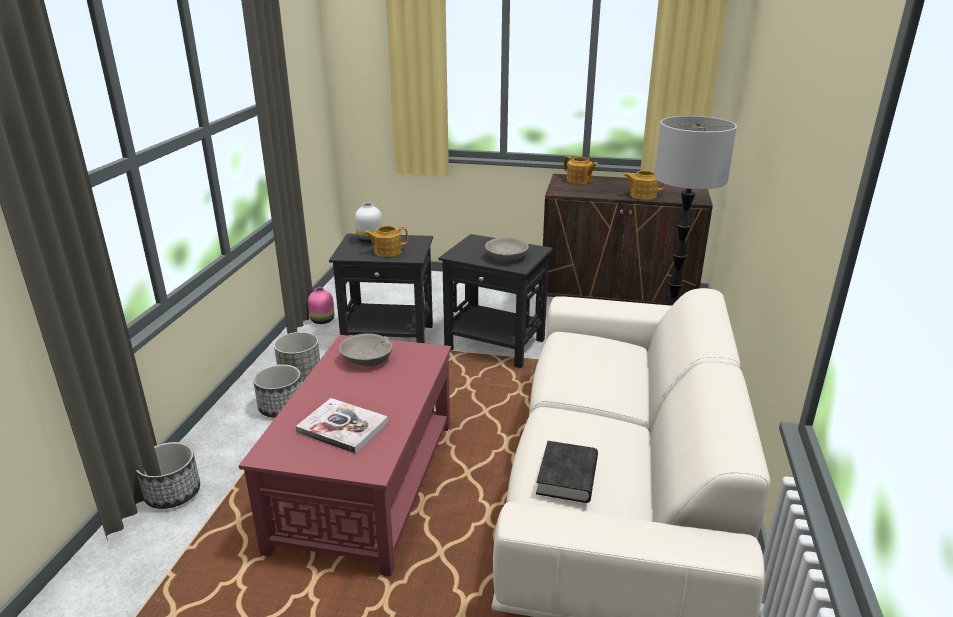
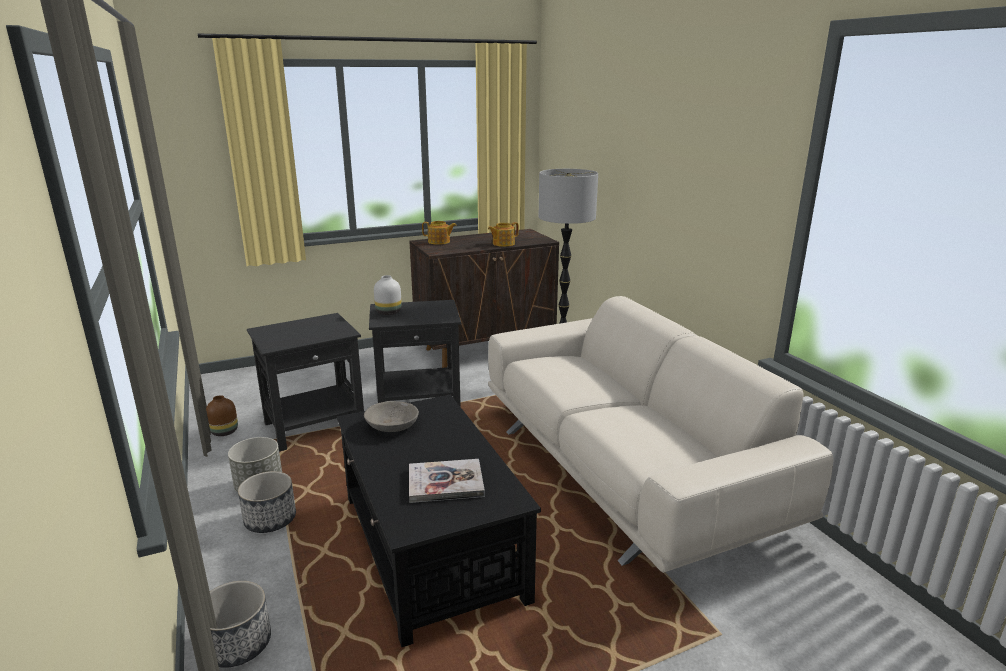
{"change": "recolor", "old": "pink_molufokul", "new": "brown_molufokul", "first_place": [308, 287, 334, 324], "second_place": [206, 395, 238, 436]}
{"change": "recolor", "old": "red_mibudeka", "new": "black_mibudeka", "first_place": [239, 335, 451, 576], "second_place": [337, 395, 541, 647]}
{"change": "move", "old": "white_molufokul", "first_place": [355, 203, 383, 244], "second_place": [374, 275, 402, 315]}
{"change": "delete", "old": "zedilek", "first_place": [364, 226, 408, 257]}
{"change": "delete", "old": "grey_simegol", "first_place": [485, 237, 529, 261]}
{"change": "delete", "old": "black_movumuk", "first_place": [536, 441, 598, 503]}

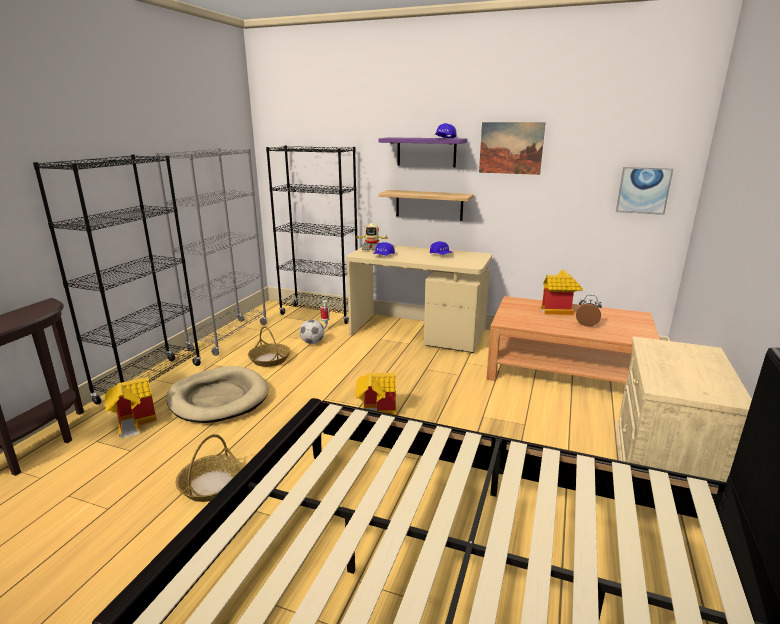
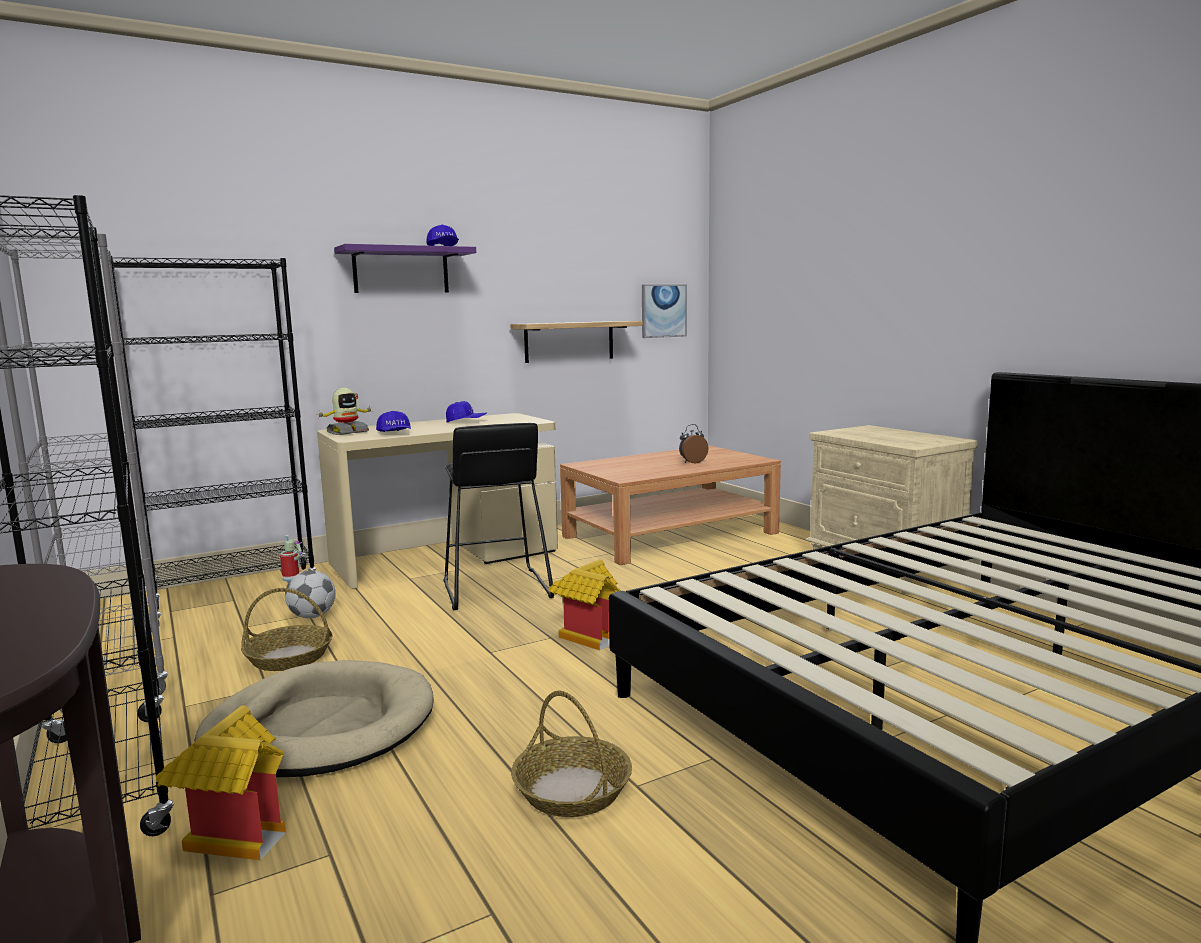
{"change": "insert", "new": "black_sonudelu", "second_place": [444, 423, 554, 610]}
{"change": "move", "old": "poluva", "first_place": [379, 190, 474, 221], "second_place": [510, 321, 643, 363]}
{"change": "delete", "old": "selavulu", "first_place": [479, 122, 546, 175]}
{"change": "delete", "old": "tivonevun", "first_place": [541, 270, 583, 315]}

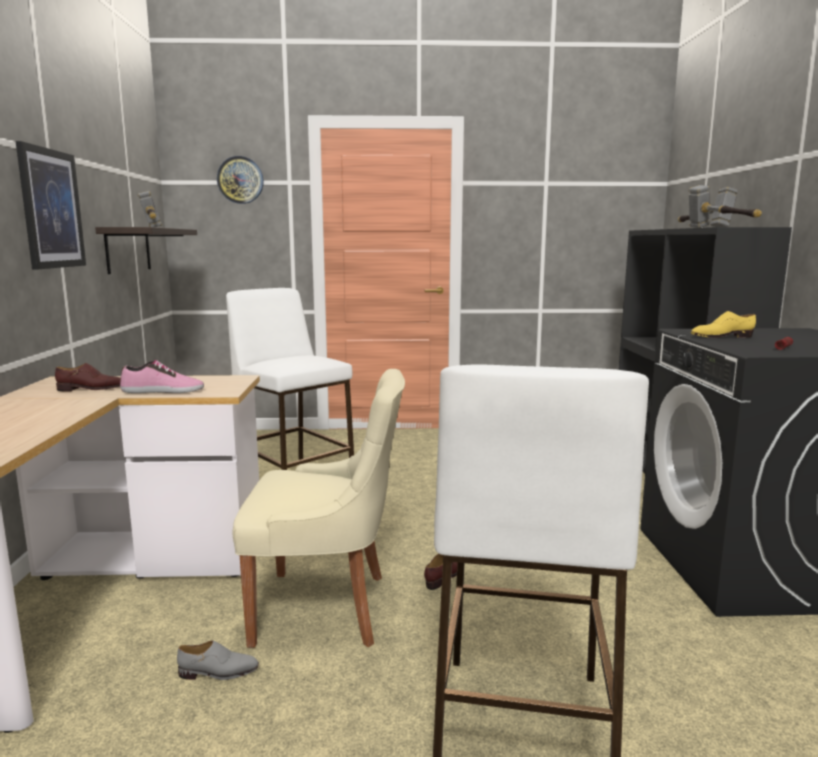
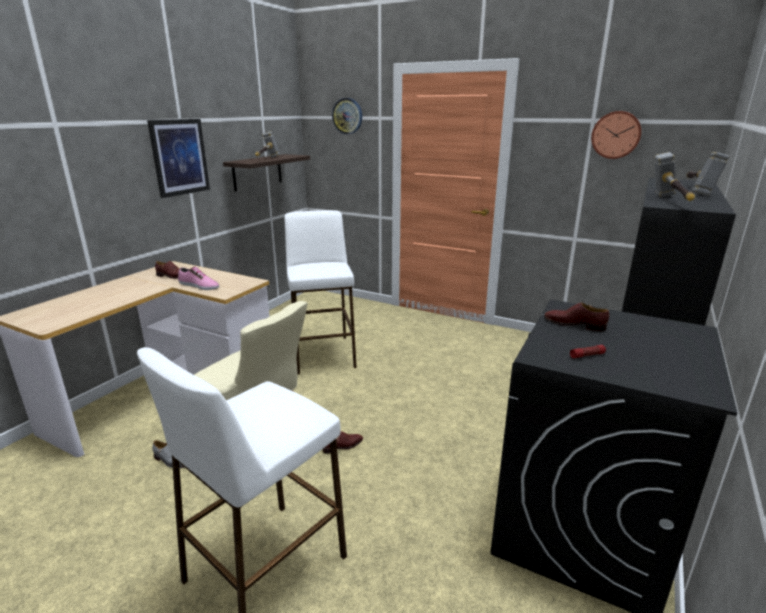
{"change": "recolor", "old": "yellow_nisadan", "new": "brown_nisadan", "first_place": [691, 311, 756, 338], "second_place": [544, 302, 609, 331]}
{"change": "insert", "new": "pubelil", "second_place": [591, 111, 642, 159]}

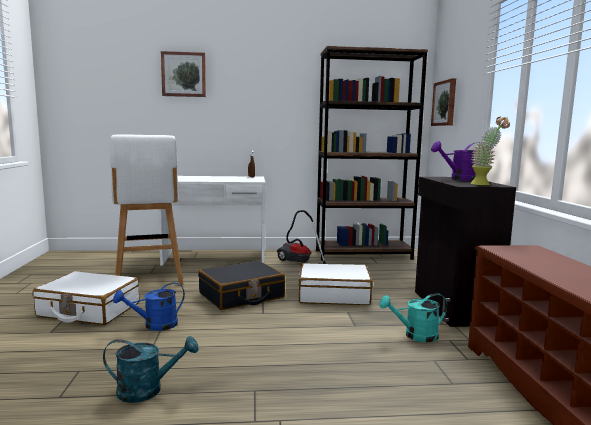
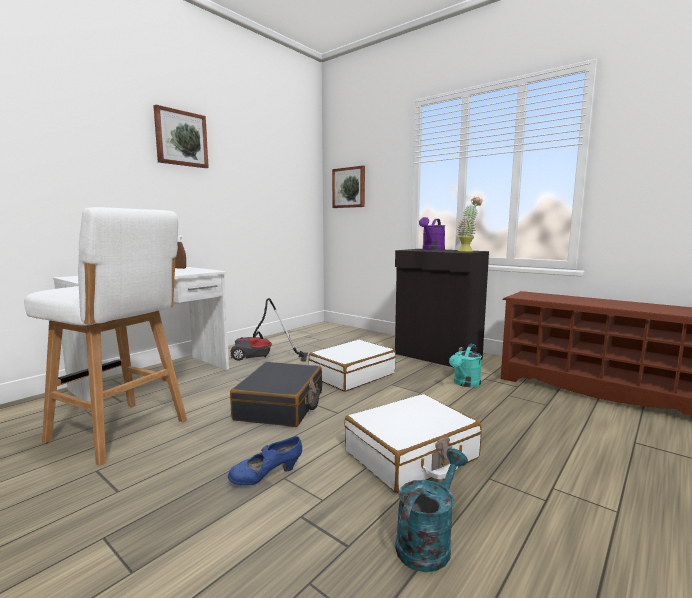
{"change": "move", "old": "selavulu", "first_place": [161, 51, 206, 97], "second_place": [153, 105, 209, 168]}
{"change": "replace", "old": "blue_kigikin", "new": "blue_nisadan", "first_place": [113, 282, 185, 331], "second_place": [228, 436, 302, 485]}
{"change": "move", "old": "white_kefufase", "first_place": [32, 271, 139, 325], "second_place": [344, 394, 482, 493]}
{"change": "delete", "old": "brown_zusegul", "first_place": [316, 46, 428, 260]}

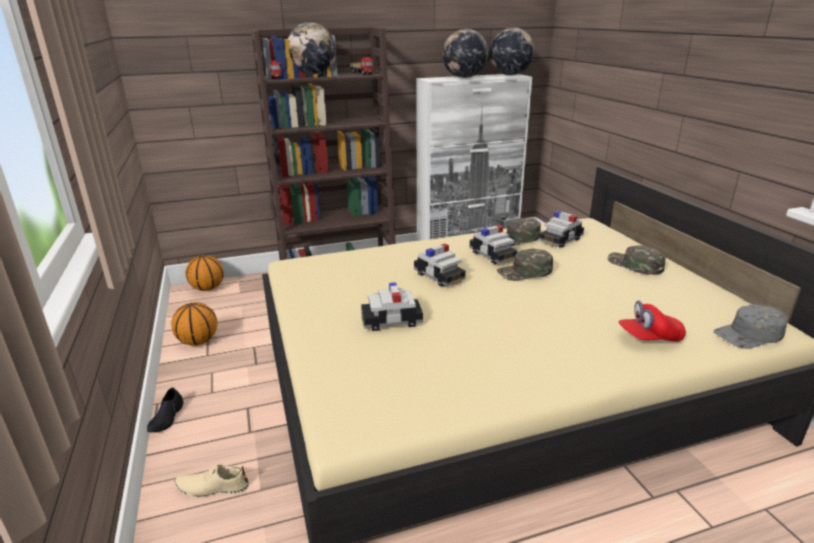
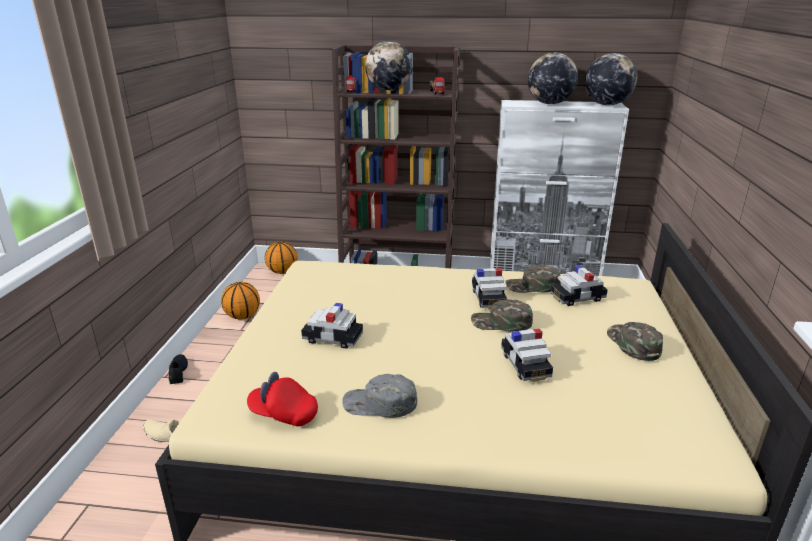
{"change": "rotate", "old": "black_nisadan", "first_place": [147, 387, 183, 432], "second_place": [169, 354, 188, 384], "degrees": 135}
{"change": "move", "old": "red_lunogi", "first_place": [619, 301, 686, 342], "second_place": [247, 372, 318, 426]}
{"change": "move", "old": "grey_lunogi", "first_place": [714, 304, 788, 349], "second_place": [343, 374, 417, 418]}
{"change": "move", "old": "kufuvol", "first_place": [414, 243, 466, 287], "second_place": [501, 328, 553, 382]}

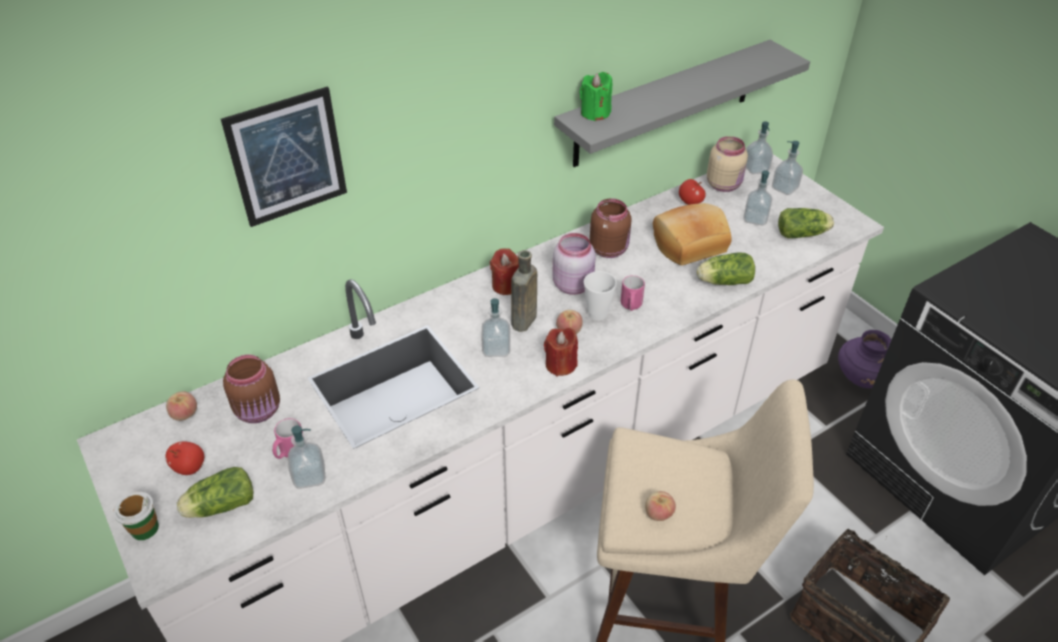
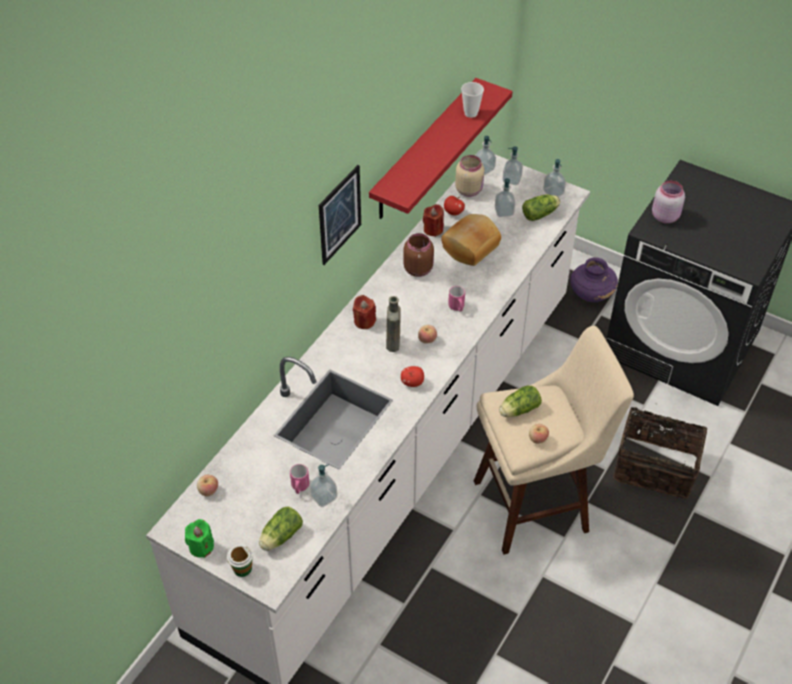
{"change": "move", "old": "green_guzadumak", "first_place": [579, 72, 612, 121], "second_place": [185, 519, 214, 558]}
{"change": "move", "old": "selavulu", "first_place": [221, 86, 347, 227], "second_place": [319, 165, 361, 265]}
{"change": "recolor", "old": "grey_poluva", "new": "red_poluva", "first_place": [554, 40, 810, 167], "second_place": [369, 78, 513, 219]}
{"change": "move", "old": "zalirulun", "first_place": [165, 442, 204, 475], "second_place": [401, 366, 424, 387]}
{"change": "move", "old": "red_guzadumak", "first_place": [544, 328, 578, 376], "second_place": [423, 204, 444, 237]}
{"change": "move", "old": "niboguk", "first_place": [584, 271, 617, 320], "second_place": [461, 82, 484, 118]}
{"change": "move", "old": "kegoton", "first_place": [697, 252, 755, 285], "second_place": [499, 386, 542, 417]}
{"change": "move", "old": "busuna", "first_place": [481, 298, 510, 357], "second_place": [543, 159, 566, 197]}
{"change": "move", "old": "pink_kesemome", "first_place": [552, 233, 596, 295], "second_place": [652, 181, 685, 224]}
{"change": "delete", "old": "brown_kesemome", "first_place": [223, 355, 280, 423]}

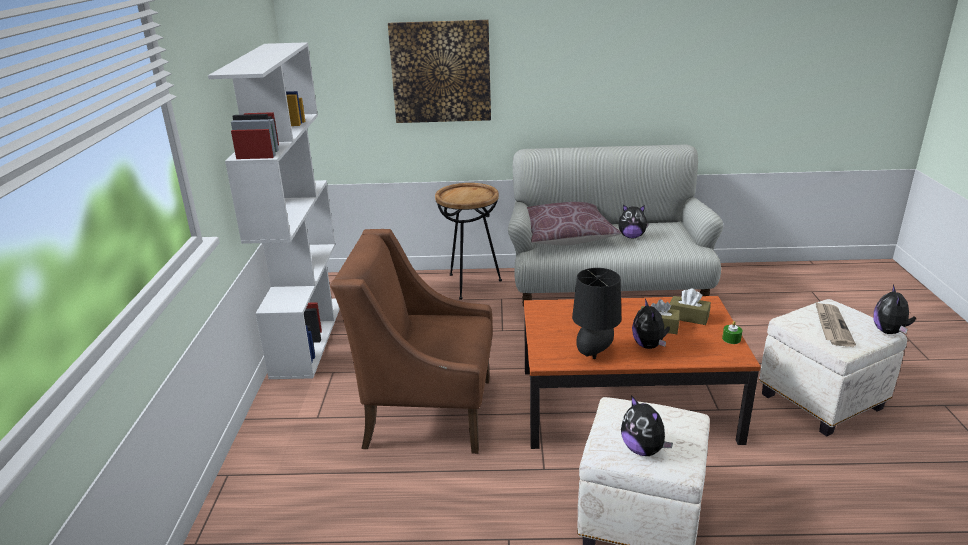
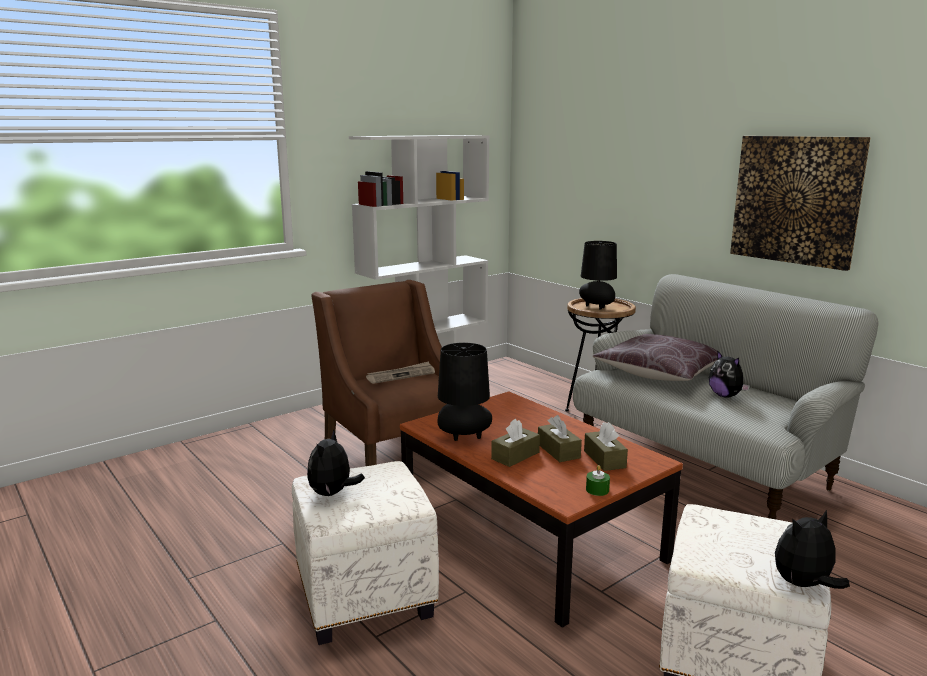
{"change": "move", "old": "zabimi", "first_place": [815, 302, 856, 347], "second_place": [366, 361, 435, 384]}
{"change": "replace", "old": "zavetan", "new": "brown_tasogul", "first_place": [632, 299, 670, 349], "second_place": [491, 419, 540, 467]}
{"change": "insert", "new": "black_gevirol", "second_place": [579, 241, 617, 309]}
{"change": "move", "old": "selavulu", "first_place": [388, 20, 491, 123], "second_place": [730, 136, 871, 271]}

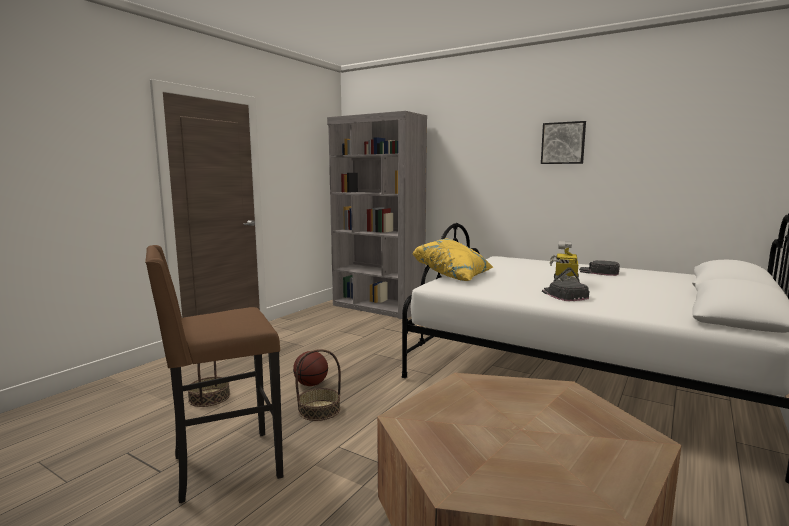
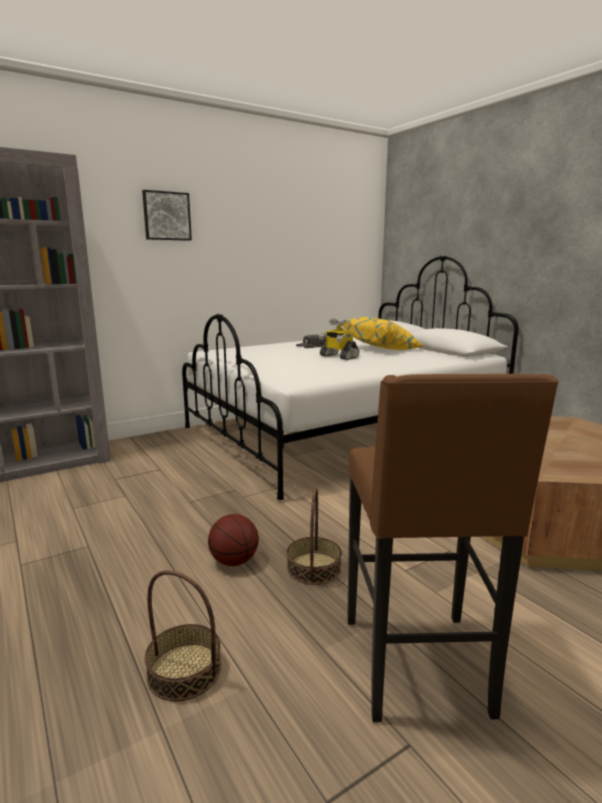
{"change": "move", "old": "selavulu", "first_place": [541, 121, 586, 164], "second_place": [142, 190, 192, 241]}
{"change": "move", "old": "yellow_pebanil", "first_place": [413, 238, 494, 281], "second_place": [343, 317, 423, 350]}
{"change": "delete", "old": "black_lunogi", "first_place": [542, 281, 589, 301]}

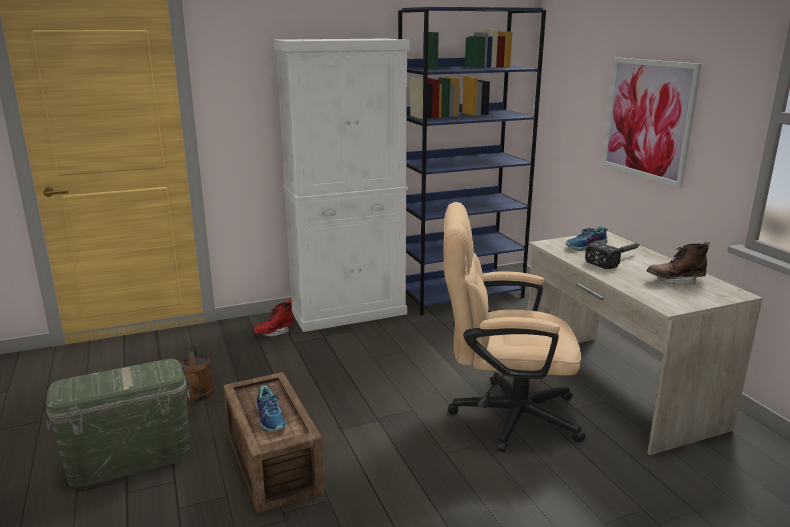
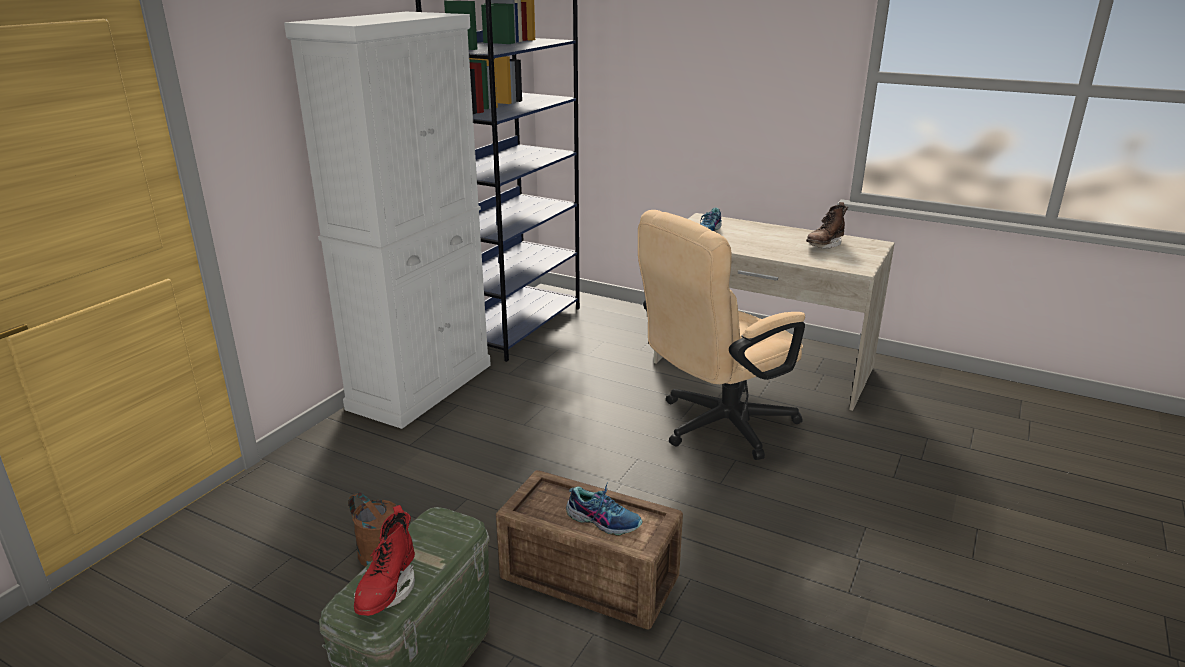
{"change": "move", "old": "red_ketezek", "first_place": [253, 300, 294, 337], "second_place": [354, 505, 415, 616]}
{"change": "delete", "old": "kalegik", "first_place": [585, 242, 640, 269]}
{"change": "delete", "old": "selavulu", "first_place": [602, 58, 702, 188]}

